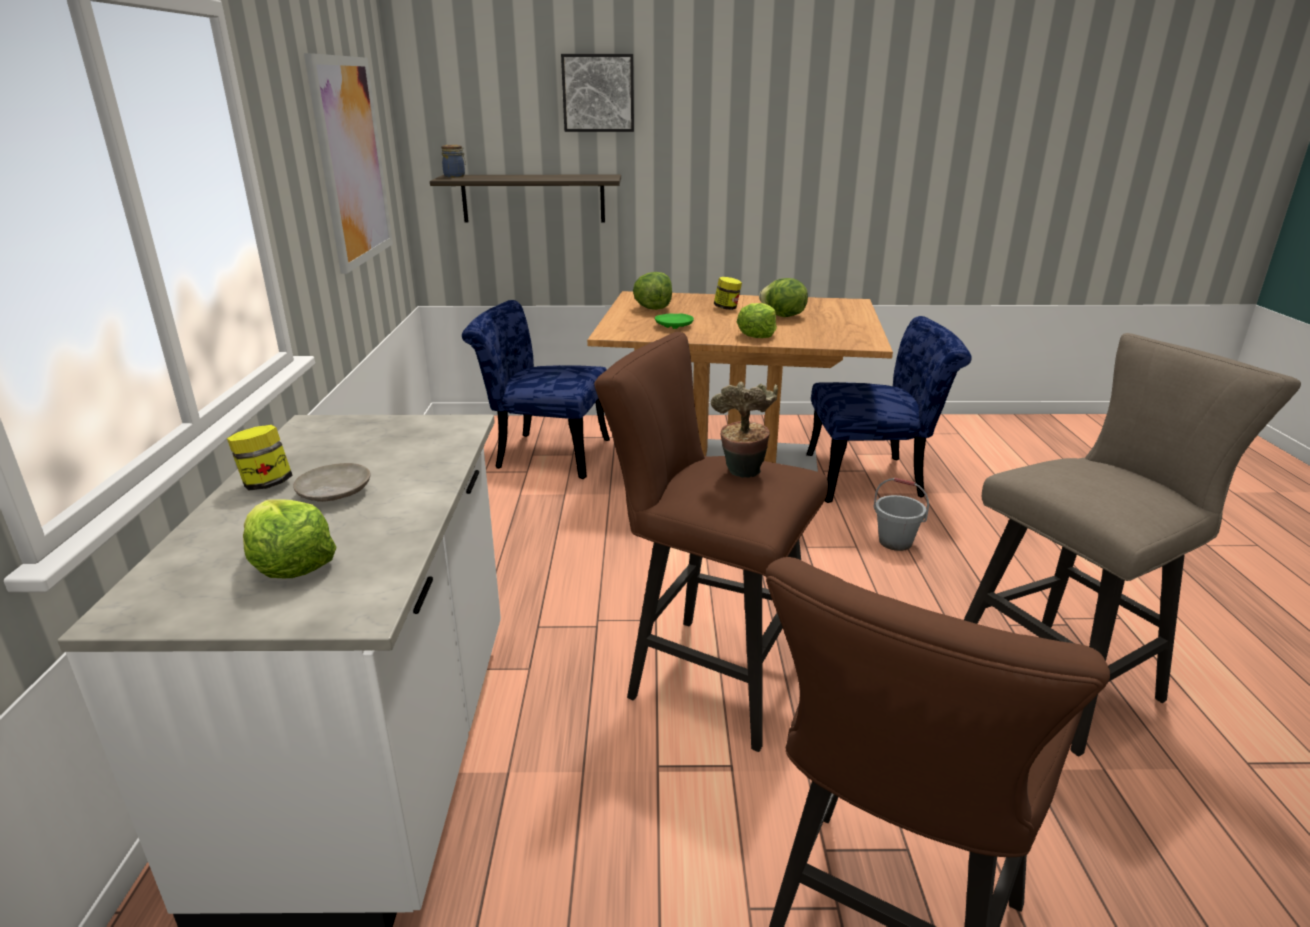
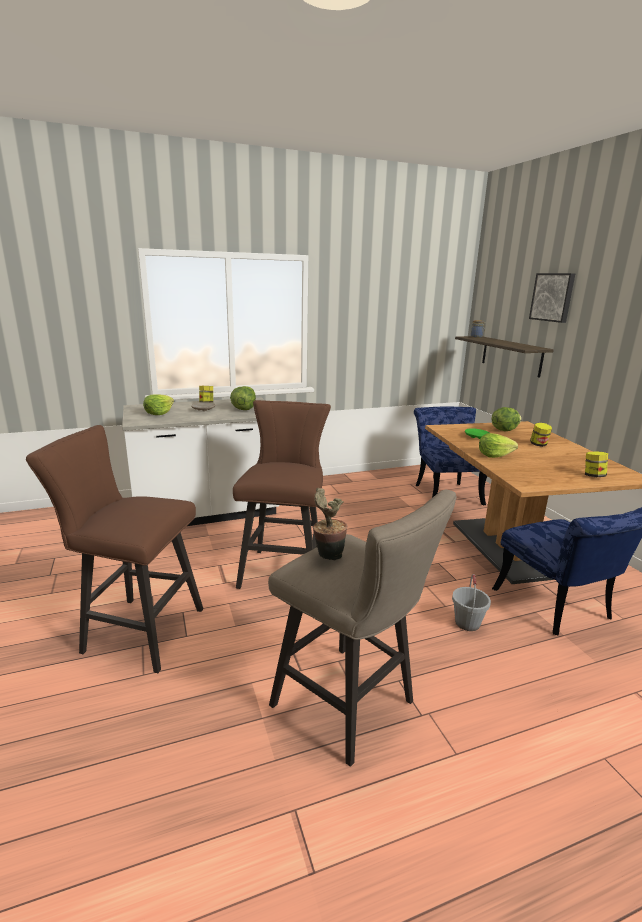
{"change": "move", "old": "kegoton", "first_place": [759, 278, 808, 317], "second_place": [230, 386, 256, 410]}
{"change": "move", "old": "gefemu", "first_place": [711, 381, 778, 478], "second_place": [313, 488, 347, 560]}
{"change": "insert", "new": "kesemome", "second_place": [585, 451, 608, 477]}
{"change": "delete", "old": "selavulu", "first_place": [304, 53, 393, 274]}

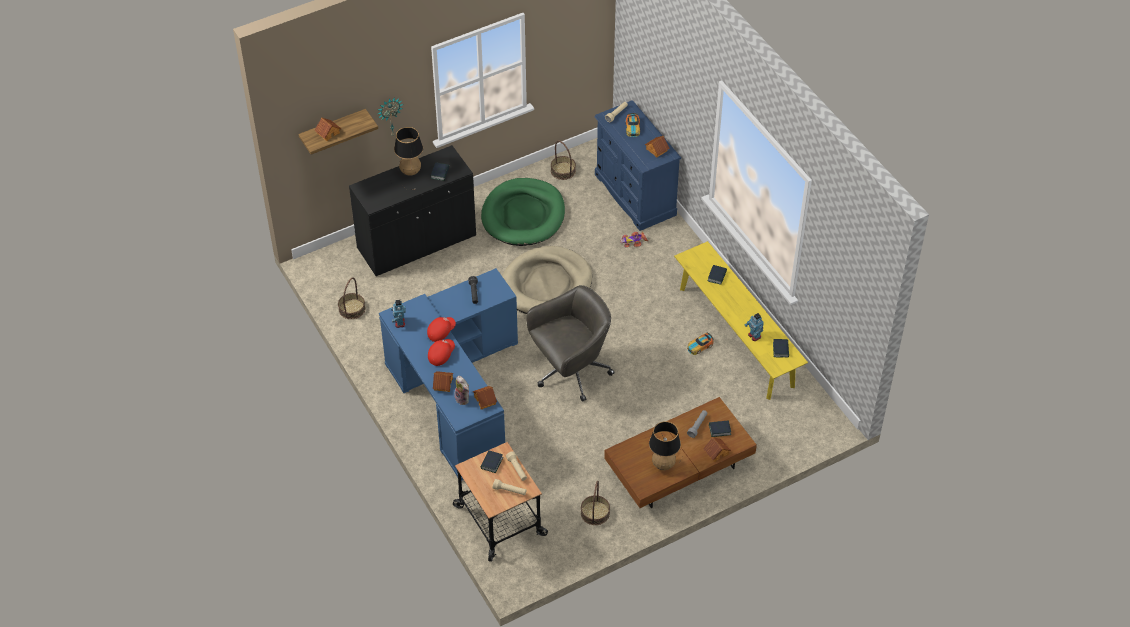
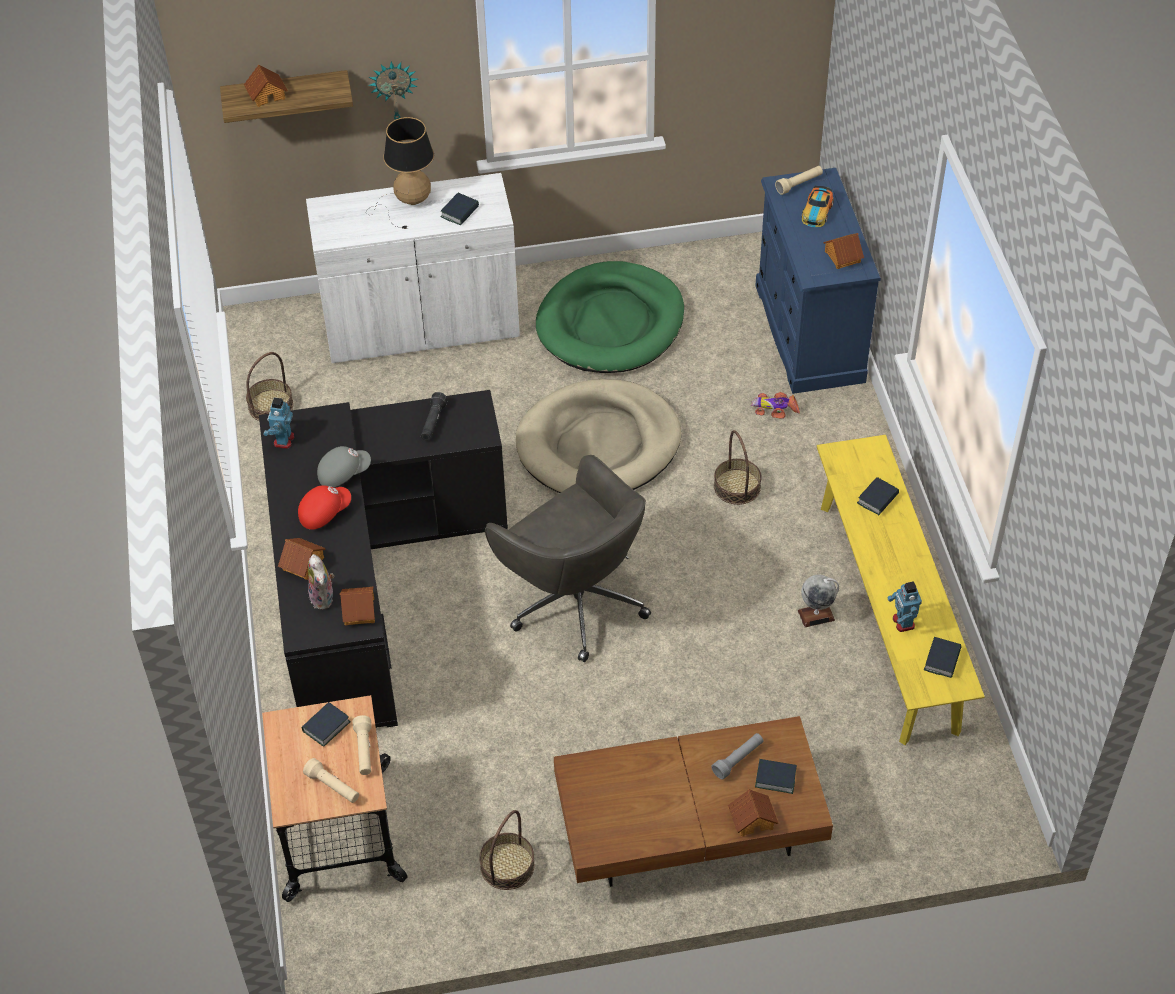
{"change": "recolor", "old": "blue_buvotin", "new": "black_buvotin", "first_place": [379, 268, 518, 481], "second_place": [259, 390, 508, 728]}
{"change": "recolor", "old": "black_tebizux", "new": "white_tebizux", "first_place": [349, 145, 476, 276], "second_place": [306, 173, 520, 363]}
{"change": "recolor", "old": "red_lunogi", "new": "grey_lunogi", "first_place": [427, 317, 456, 342], "second_place": [317, 446, 371, 487]}
{"change": "rotate", "old": "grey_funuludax", "first_place": [526, 285, 614, 402], "second_place": [485, 455, 651, 662], "degrees": 60}
{"change": "move", "old": "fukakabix", "first_place": [551, 140, 576, 180], "second_place": [714, 430, 762, 505]}
{"change": "replace", "old": "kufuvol", "new": "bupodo", "first_place": [687, 332, 713, 355], "second_place": [798, 575, 839, 627]}
{"change": "delete", "old": "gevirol", "first_place": [649, 421, 682, 470]}

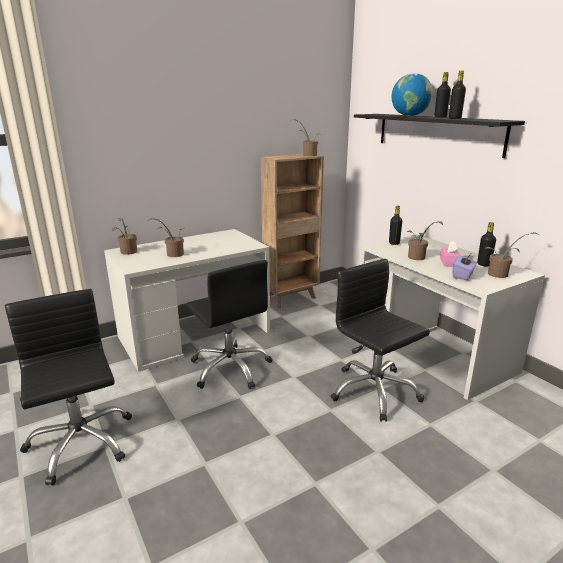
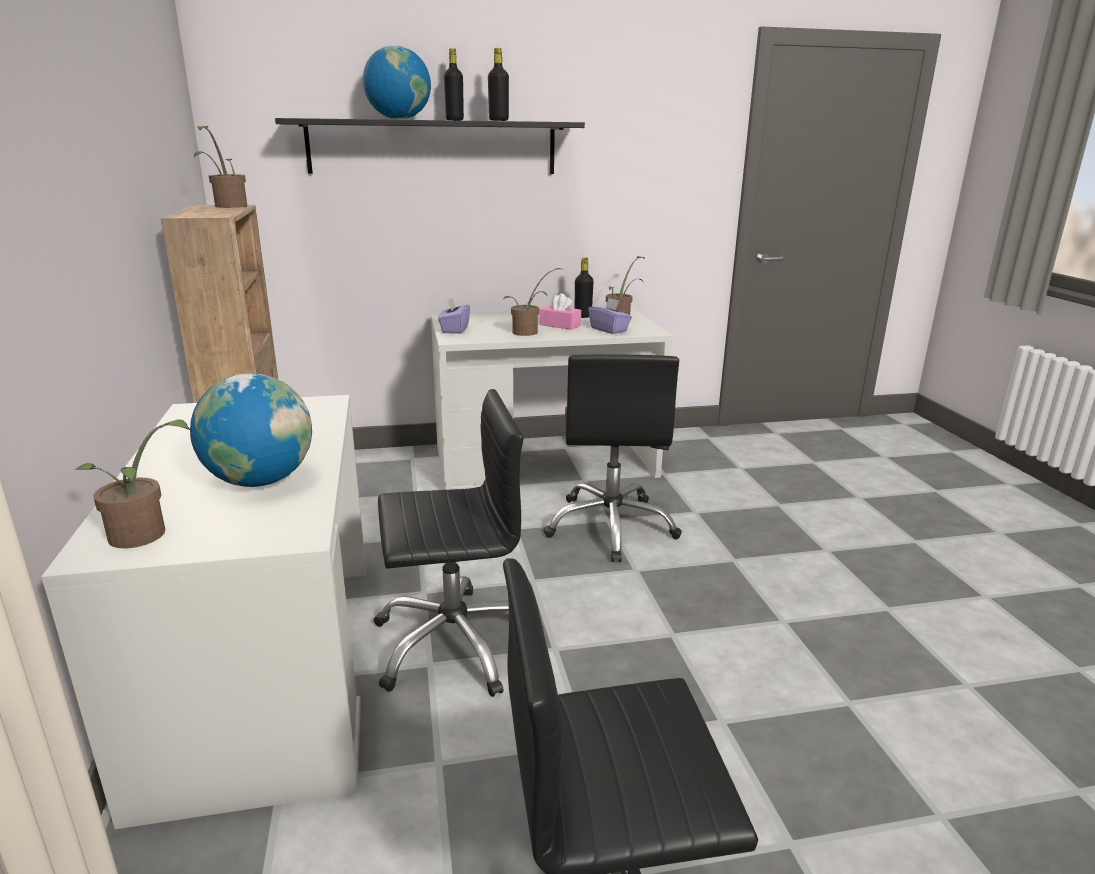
{"change": "replace", "old": "gefemu", "new": "bupodo", "first_place": [148, 218, 184, 257], "second_place": [190, 373, 312, 487]}
{"change": "replace", "old": "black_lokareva", "new": "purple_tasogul", "first_place": [389, 206, 402, 245], "second_place": [438, 298, 470, 334]}
{"change": "rotate", "old": "black_funuludax", "first_place": [331, 259, 430, 422], "second_place": [543, 354, 682, 562], "degrees": -75}

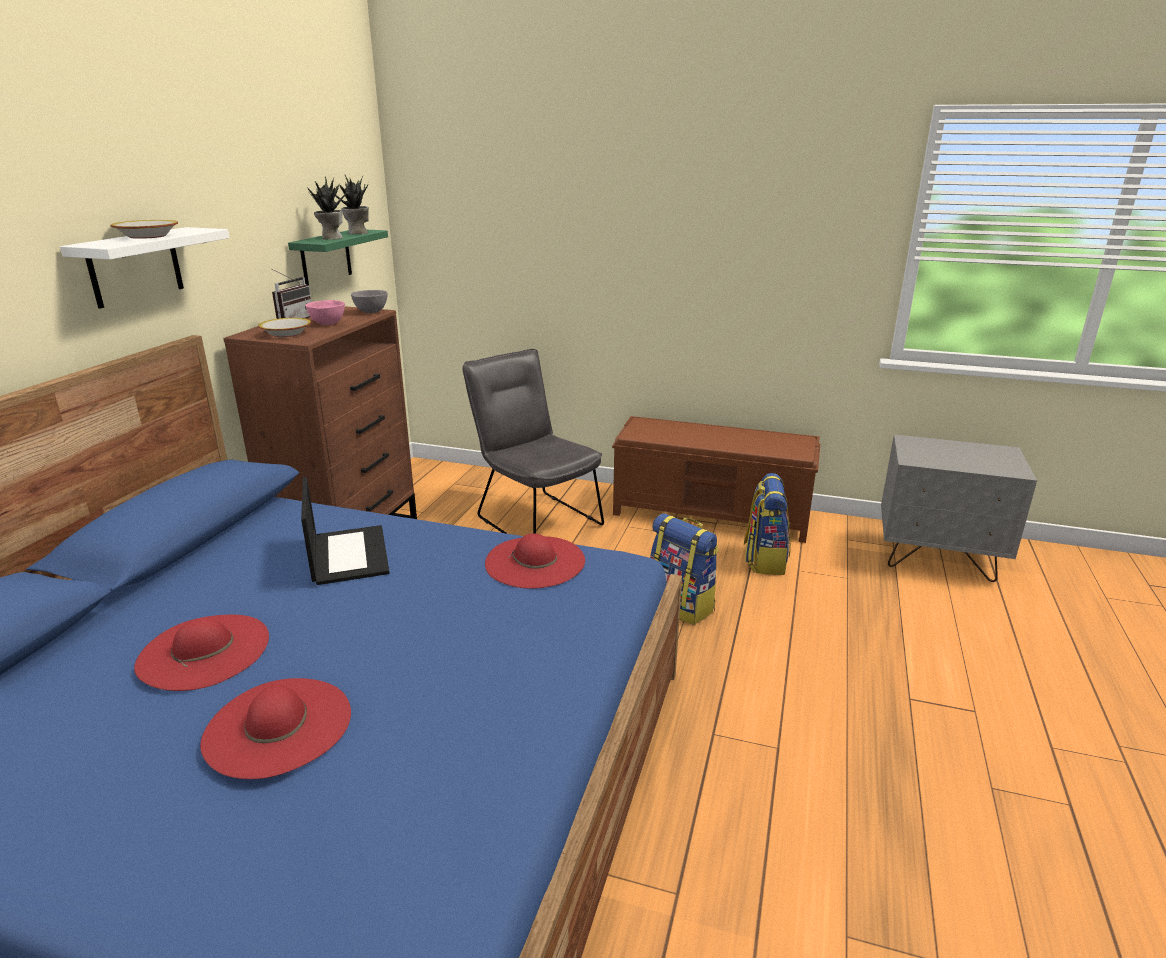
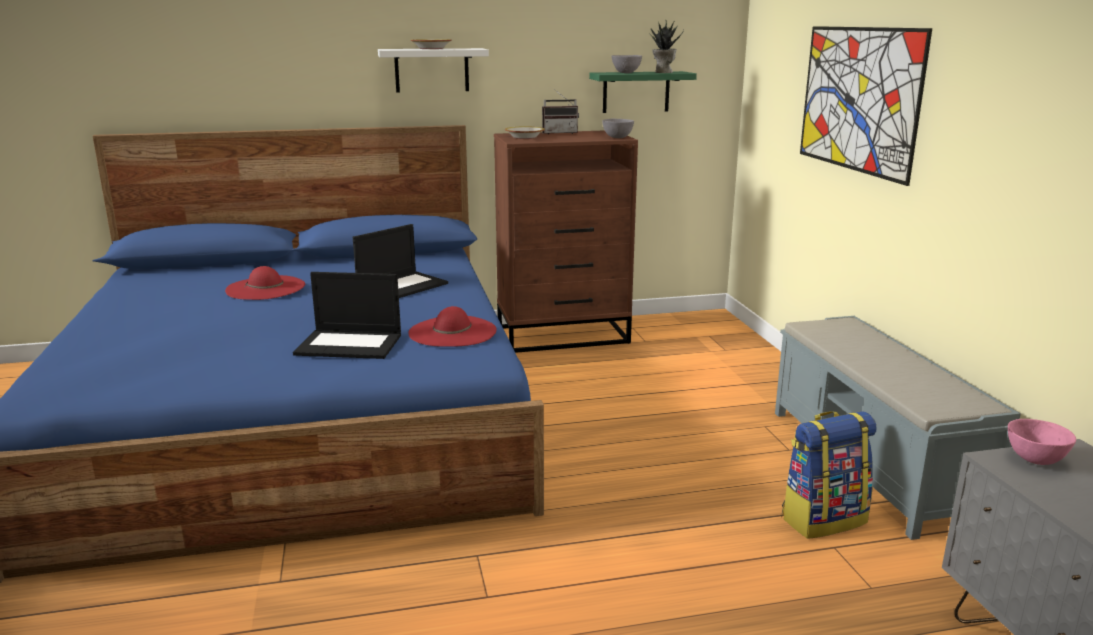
{"change": "insert", "new": "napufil", "second_place": [293, 272, 401, 359]}
{"change": "replace", "old": "gefemu", "new": "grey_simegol", "first_place": [307, 177, 348, 240], "second_place": [612, 55, 642, 73]}
{"change": "recolor", "old": "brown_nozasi", "new": "grey_nozasi", "first_place": [612, 416, 820, 543], "second_place": [775, 316, 1021, 540]}
{"change": "insert", "new": "selavulu", "second_place": [800, 26, 932, 186]}
{"change": "move", "old": "pink_simegol", "first_place": [305, 300, 345, 325], "second_place": [1008, 419, 1076, 465]}
{"change": "delete", "old": "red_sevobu", "first_place": [200, 678, 351, 779]}
{"change": "delete", "old": "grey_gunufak", "first_place": [462, 349, 604, 534]}
{"change": "delete", "old": "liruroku", "first_place": [650, 513, 719, 625]}

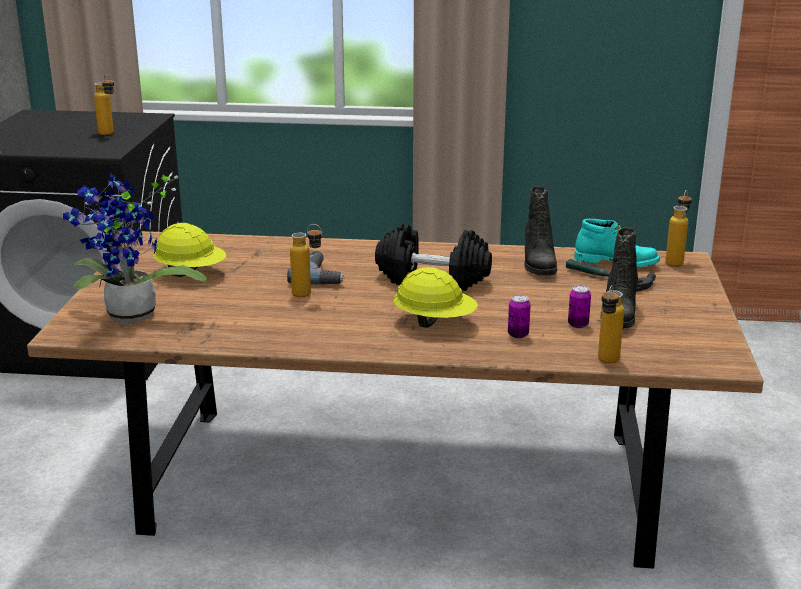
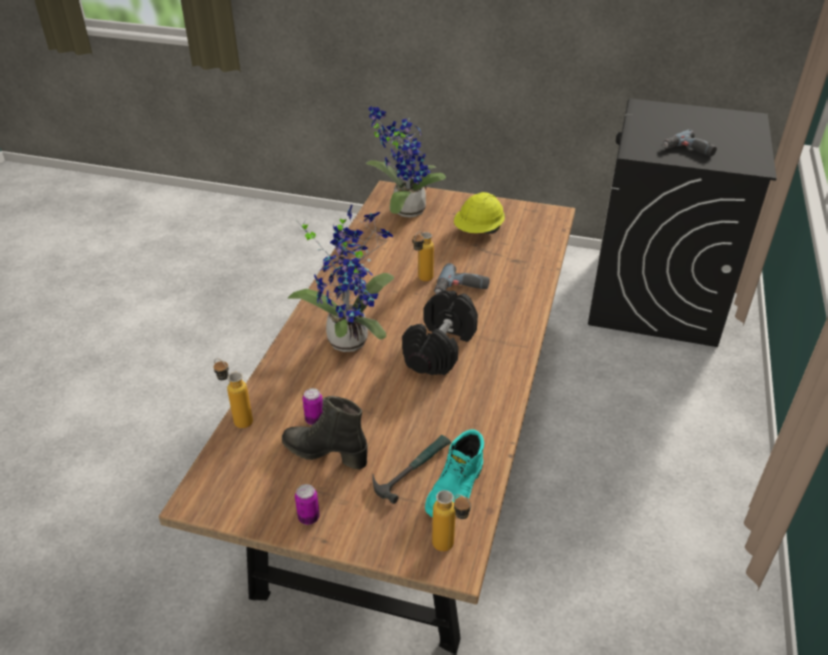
{"change": "replace", "old": "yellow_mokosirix", "new": "gefemu", "first_place": [394, 267, 478, 328], "second_place": [288, 205, 394, 352]}
{"change": "move", "old": "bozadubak", "first_place": [508, 295, 531, 338], "second_place": [295, 484, 320, 525]}
{"change": "replace", "old": "lokareva", "new": "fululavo", "first_place": [94, 74, 114, 135], "second_place": [663, 129, 717, 156]}
{"change": "delete", "old": "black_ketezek", "first_place": [525, 186, 557, 276]}

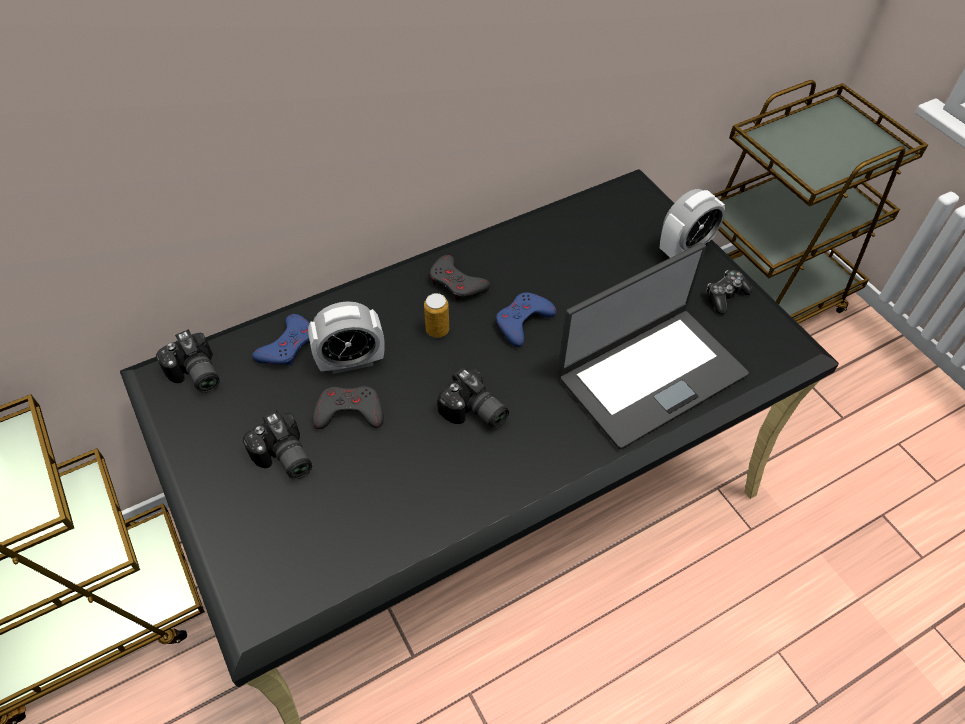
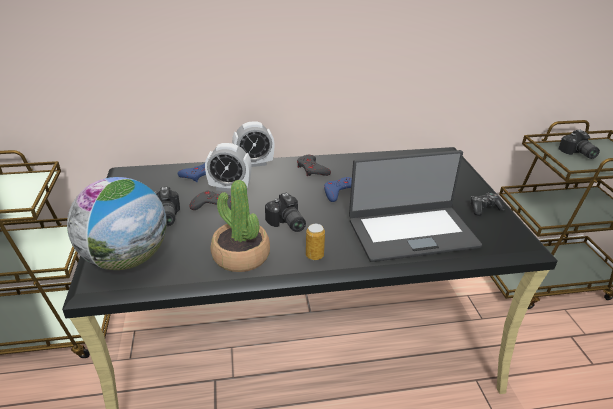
{"change": "insert", "new": "bupodo", "second_place": [67, 177, 167, 270]}
{"change": "insert", "new": "gefemu", "second_place": [211, 180, 270, 272]}
{"change": "move", "old": "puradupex", "first_place": [660, 189, 725, 258], "second_place": [232, 121, 274, 167]}
{"change": "move", "old": "bozadubak", "first_place": [424, 293, 449, 338], "second_place": [306, 224, 325, 260]}
{"change": "move", "old": "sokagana", "first_place": [156, 329, 220, 393], "second_place": [558, 130, 600, 159]}

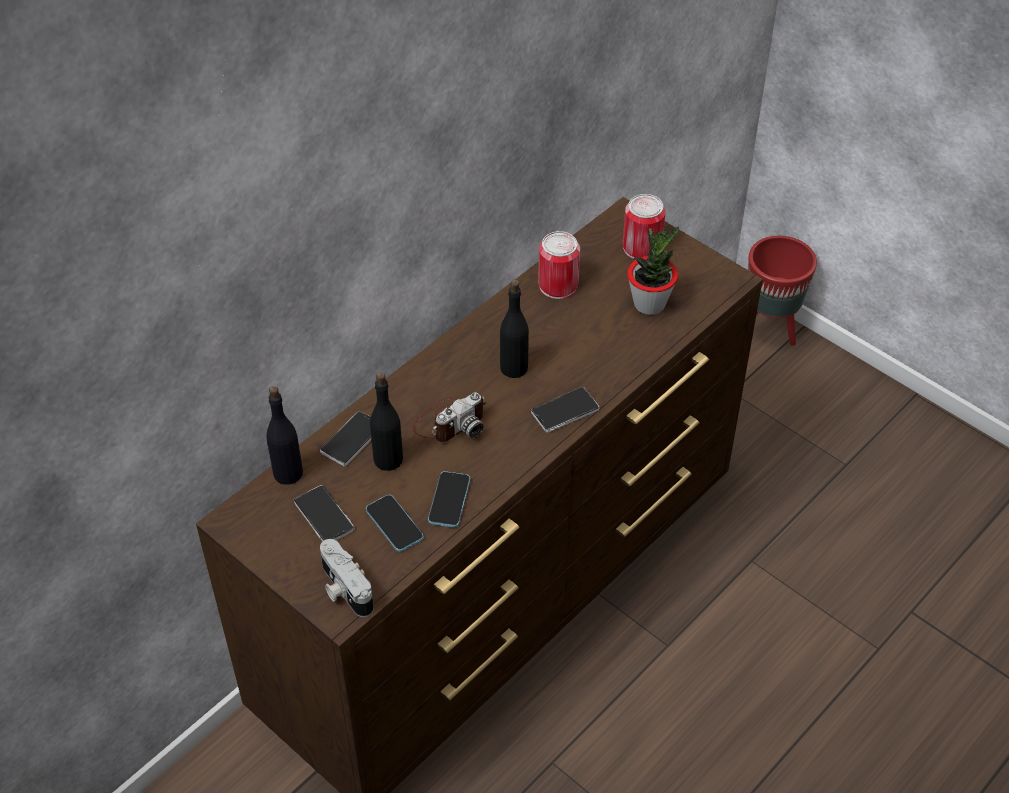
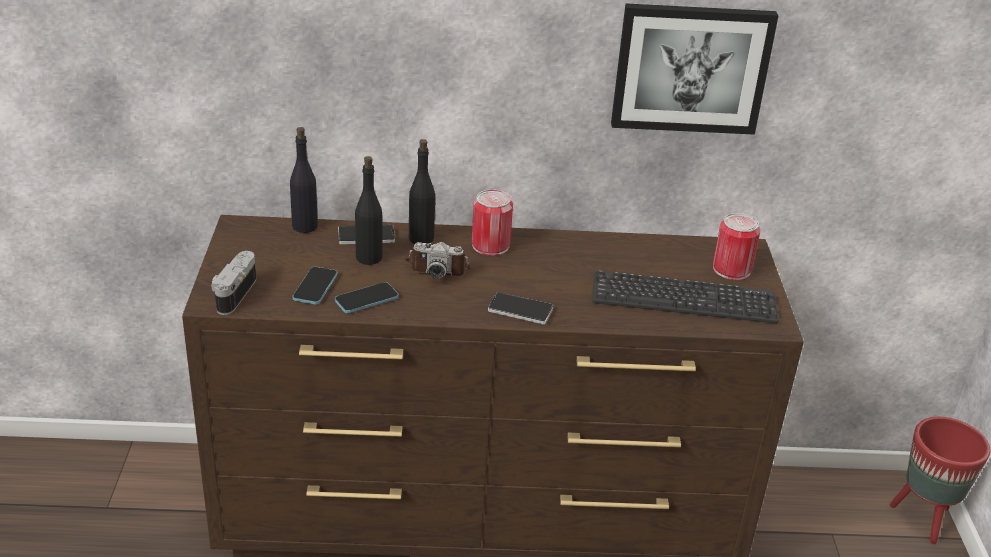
{"change": "move", "old": "black_lokareva", "first_place": [500, 280, 529, 378], "second_place": [409, 139, 435, 244]}
{"change": "move", "old": "bozadubak", "first_place": [538, 231, 580, 299], "second_place": [472, 189, 513, 256]}
{"change": "replace", "old": "gefemu", "new": "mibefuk", "first_place": [627, 227, 679, 315], "second_place": [592, 270, 779, 324]}
{"change": "insert", "new": "selavulu", "second_place": [611, 3, 779, 135]}
{"change": "delete", "old": "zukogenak", "first_place": [294, 485, 354, 542]}

